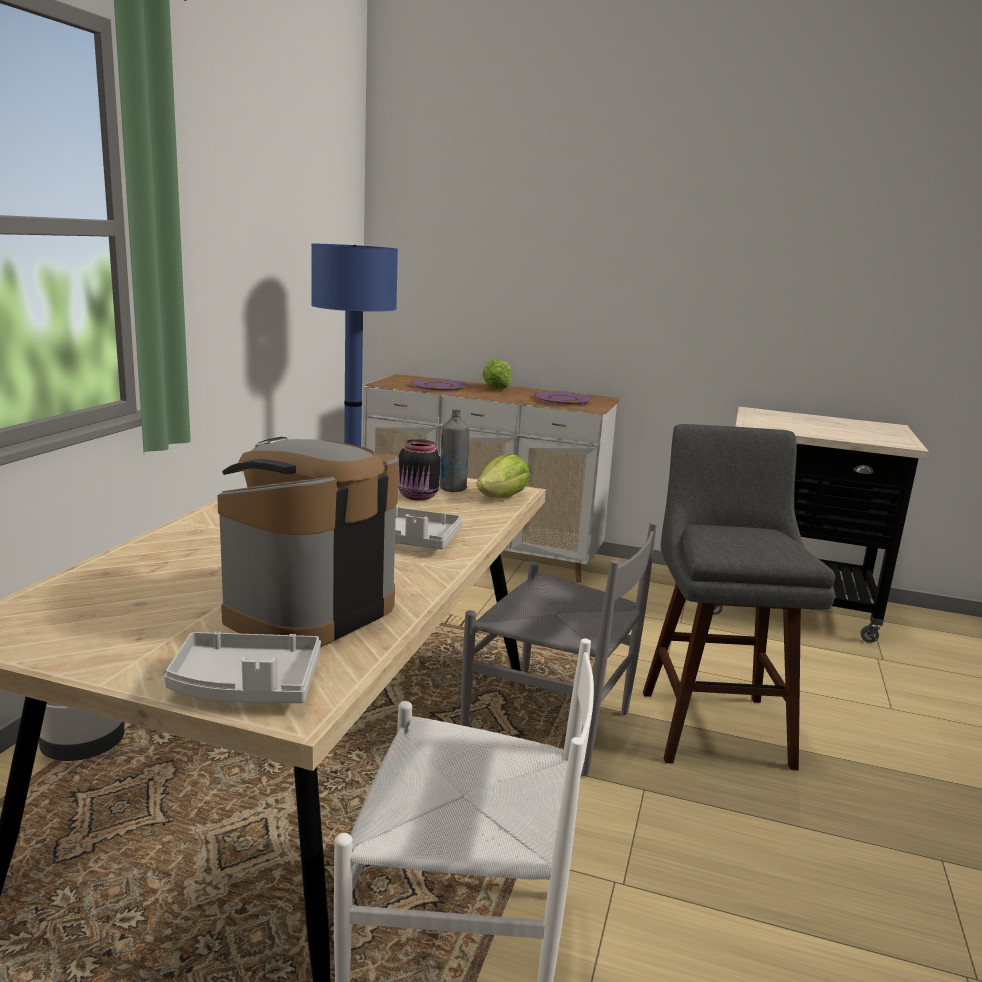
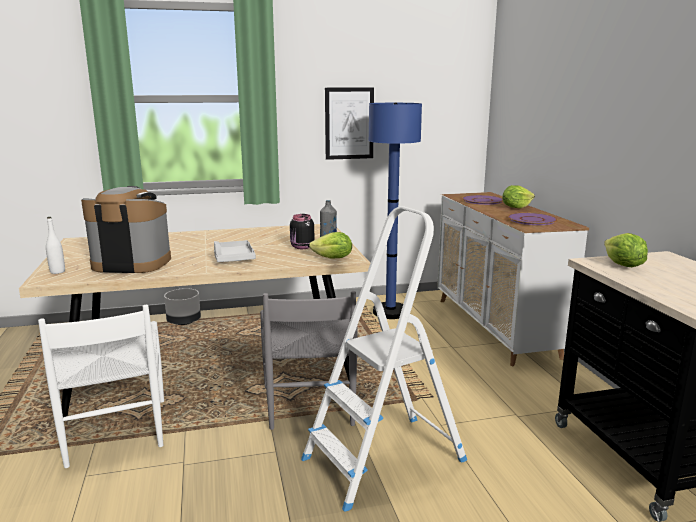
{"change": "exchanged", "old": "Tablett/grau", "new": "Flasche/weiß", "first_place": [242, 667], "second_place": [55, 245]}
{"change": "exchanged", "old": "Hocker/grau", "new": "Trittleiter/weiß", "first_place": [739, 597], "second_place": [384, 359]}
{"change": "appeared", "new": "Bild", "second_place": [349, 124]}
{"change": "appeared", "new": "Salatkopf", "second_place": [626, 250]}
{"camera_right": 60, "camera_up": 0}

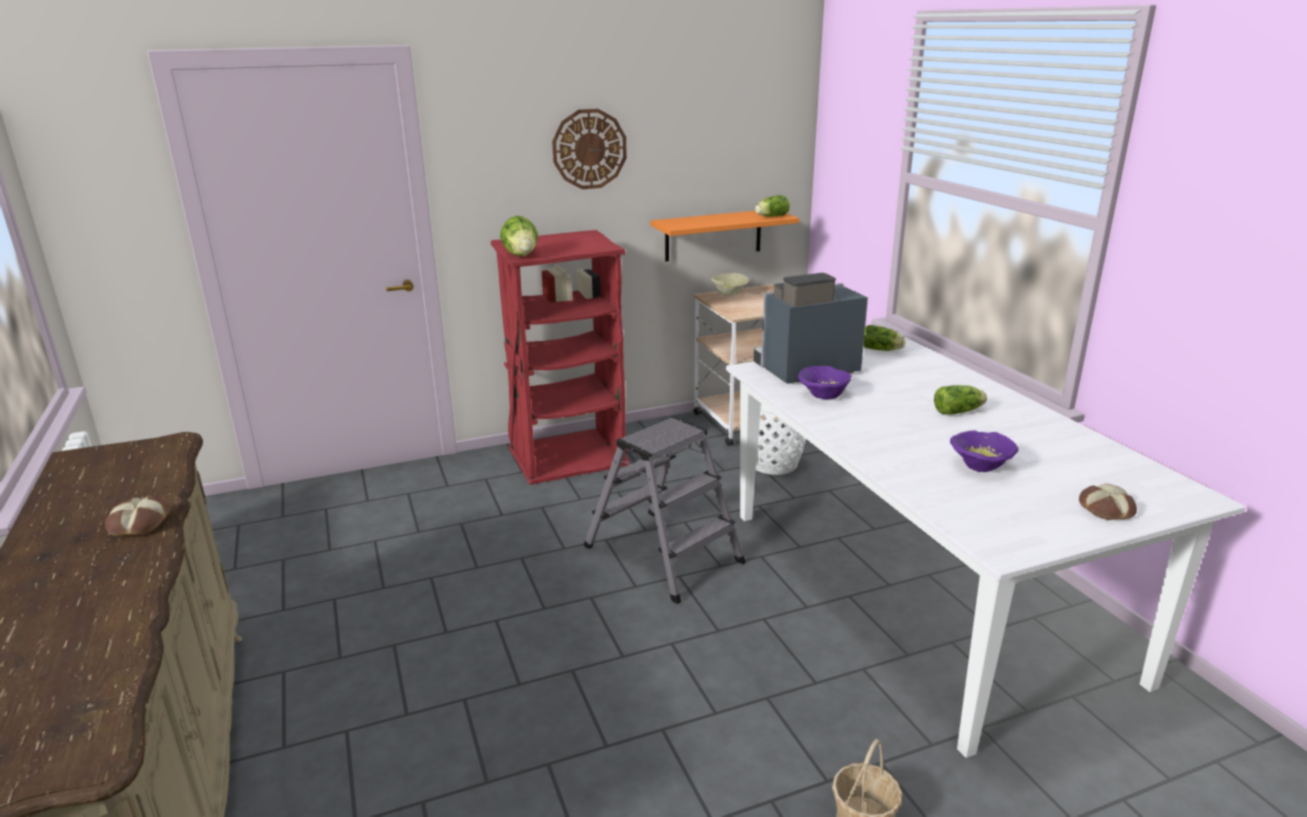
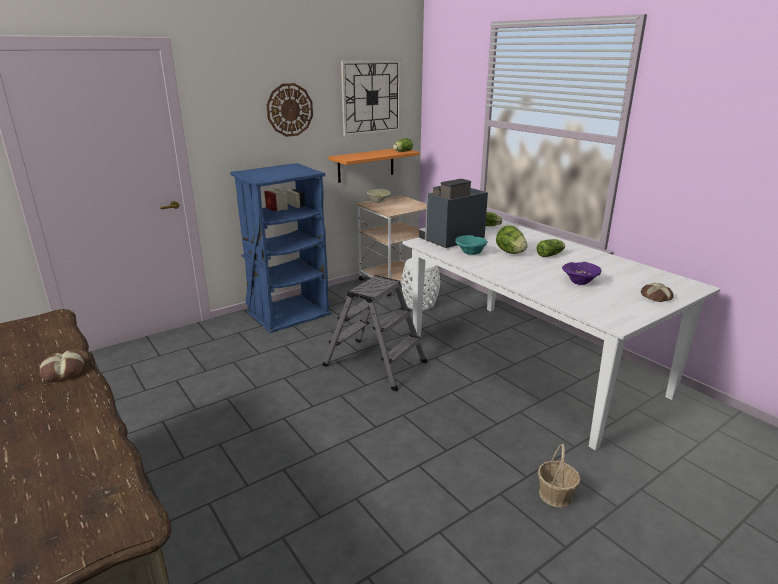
{"change": "colour", "old": "Bücherregal/rot", "new": "Bücherregal/blau", "first_place": [560, 357], "second_place": [281, 248]}
{"change": "relocated", "old": "Salatkopf", "first_place": [519, 236], "second_place": [512, 239]}
{"change": "colour", "old": "Schüssel/lila", "new": "Schüssel/türkis", "first_place": [825, 382], "second_place": [471, 245]}
{"change": "appeared", "new": "Wanduhr", "second_place": [371, 98]}
{"camera_right": -15, "camera_up": 0}

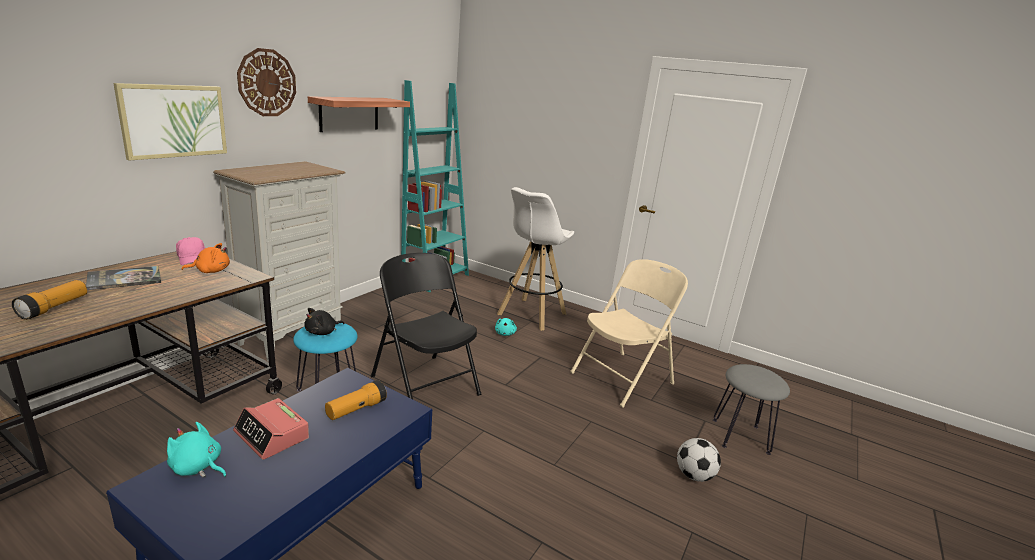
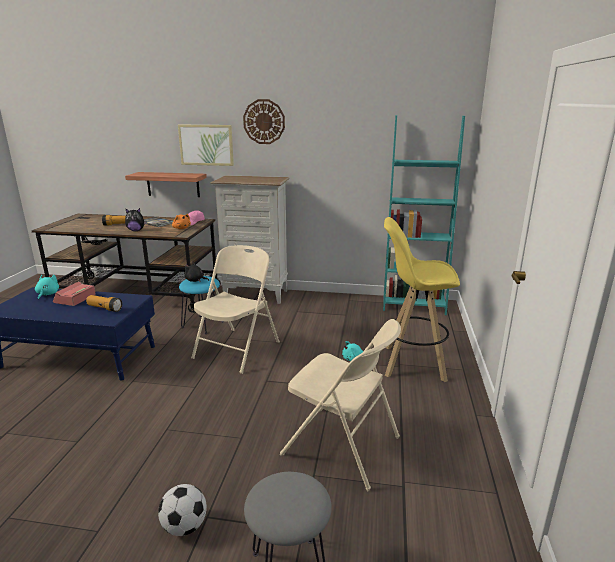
{"change": "relocated", "old": "Wandregal", "first_place": [359, 114], "second_place": [166, 184]}
{"change": "colour", "old": "Stuhl/schwarz", "new": "Stuhl/beige", "first_place": [426, 326], "second_place": [235, 309]}
{"change": "colour", "old": "Hocker/weiß", "new": "Hocker/gelb", "first_place": [535, 259], "second_place": [422, 299]}
{"change": "appeared", "new": "Plüschtier", "second_place": [136, 219]}
{"camera_right": 70, "camera_up": 0}

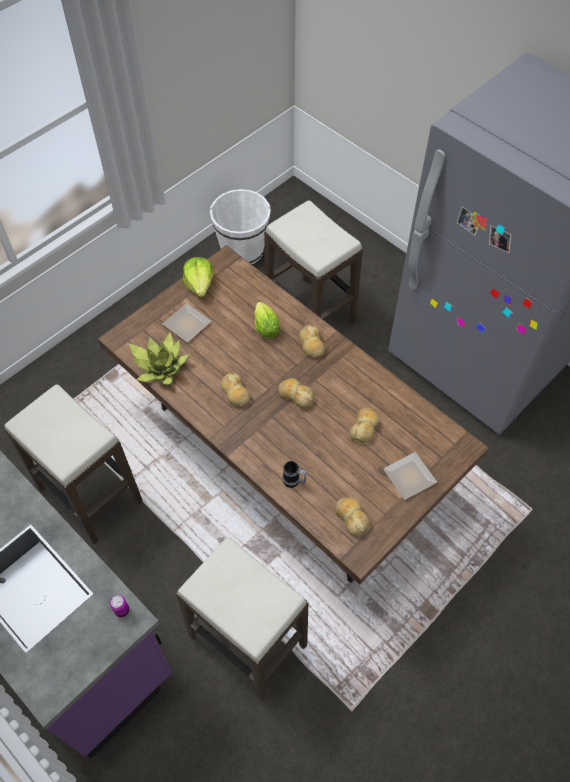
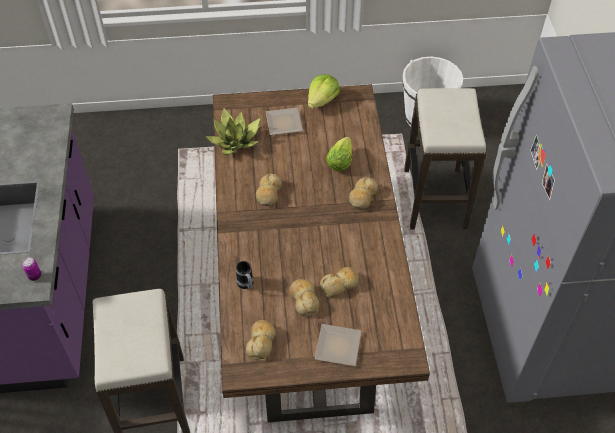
{"change": "missing", "old": "Hocker", "first_place": [74, 464]}
{"change": "relocated", "old": "Brot", "first_place": [297, 393], "second_place": [304, 298]}
{"camera_right": 40, "camera_up": -5}

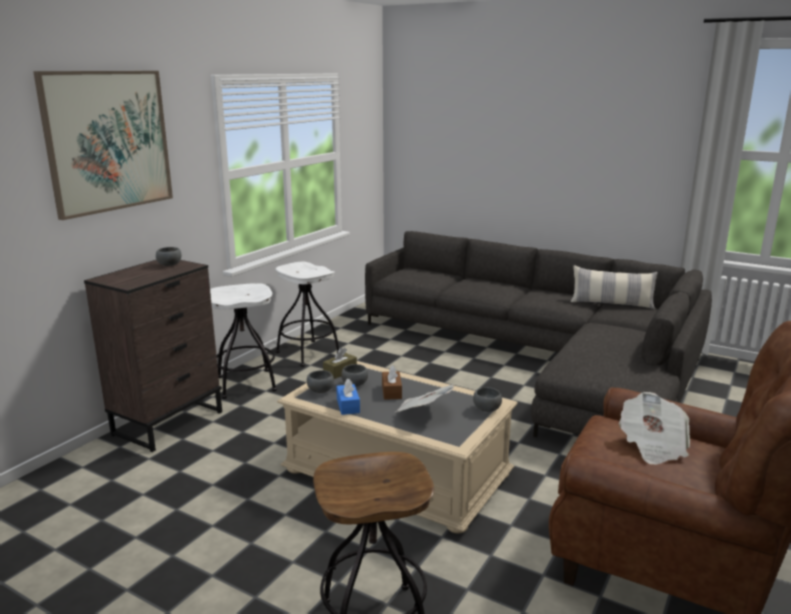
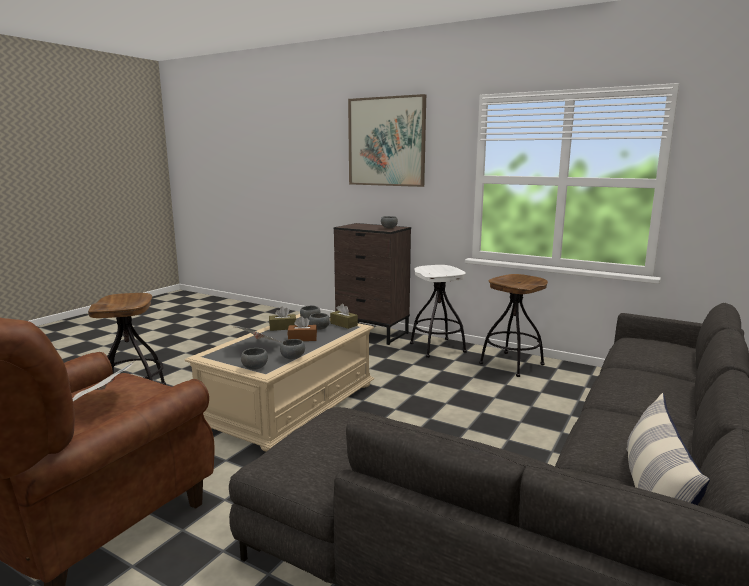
{"change": "colour", "old": "Hocker/weiß", "new": "Hocker/braun", "first_place": [307, 314], "second_place": [513, 325]}
{"change": "colour", "old": "Taschentuchbox/blau", "new": "Taschentuchbox/braun", "first_place": [348, 396], "second_place": [282, 319]}
{"change": "appeared", "new": "Schüssel/grau", "second_place": [292, 349]}
{"camera_right": 90, "camera_up": -5}

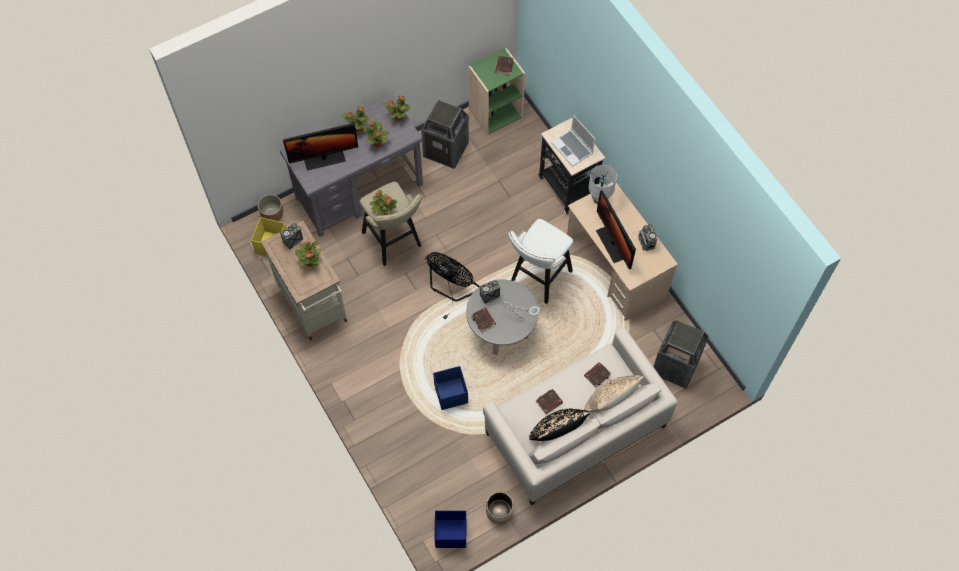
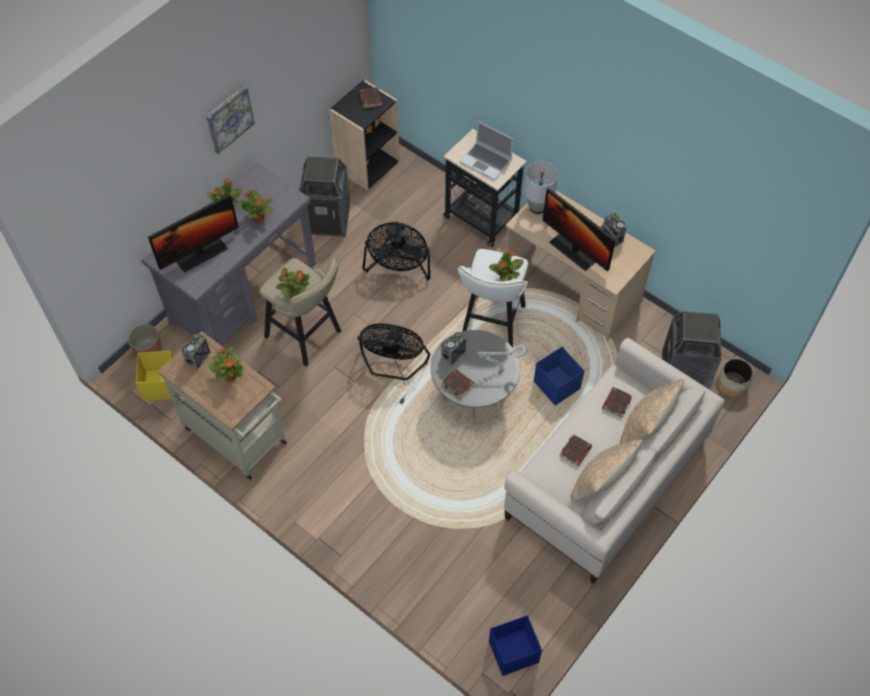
{"change": "relocated", "old": "Topfpflanze", "first_place": [397, 108], "second_place": [506, 265]}
{"change": "relocated", "old": "Aufbewahrungsbox/blau", "first_place": [450, 388], "second_place": [559, 376]}
{"change": "colour", "old": "Bücherregal/grün", "new": "Bücherregal/schwarz", "first_place": [496, 91], "second_place": [364, 135]}
{"change": "relocated", "old": "Pflanzkübel", "first_place": [499, 508], "second_place": [735, 377]}
{"change": "colour", "old": "Kissen/schwarz", "new": "Kissen/beige", "first_place": [560, 425], "second_place": [607, 470]}
{"change": "appeared", "new": "Bild", "second_place": [230, 119]}
{"change": "appeared", "new": "Ventilator/schwarz", "second_place": [396, 251]}
{"camera_right": -20, "camera_up": -5}

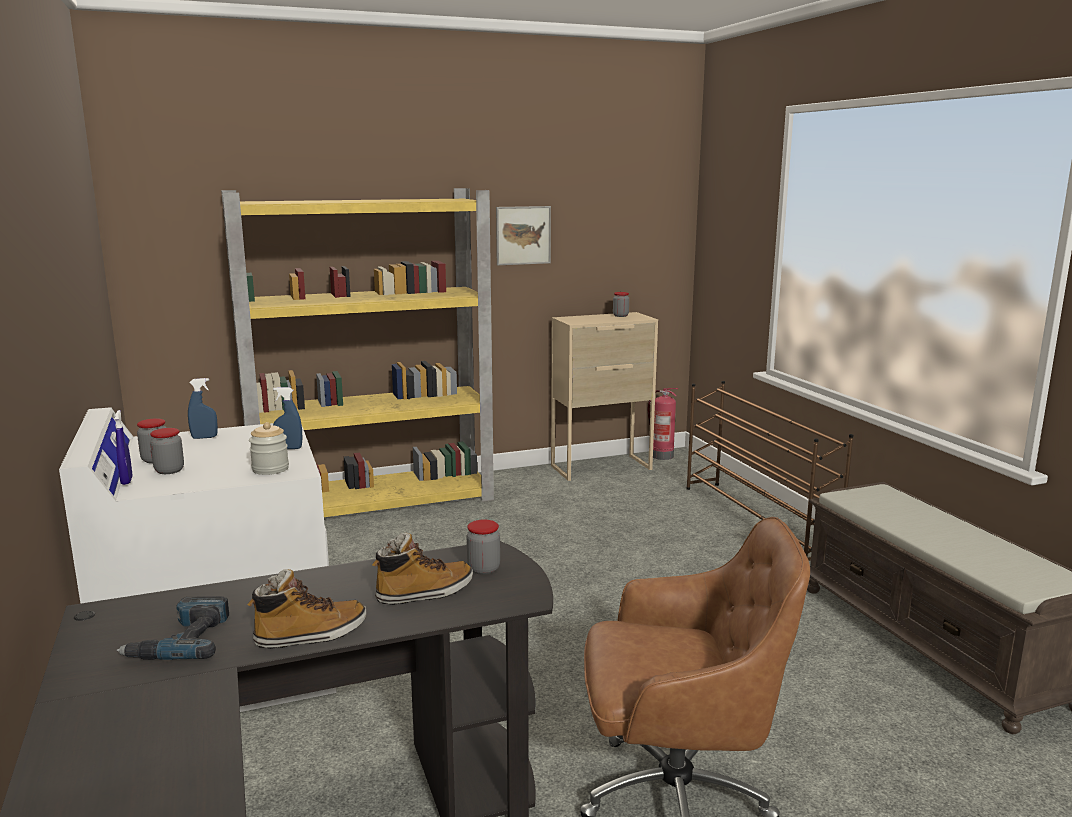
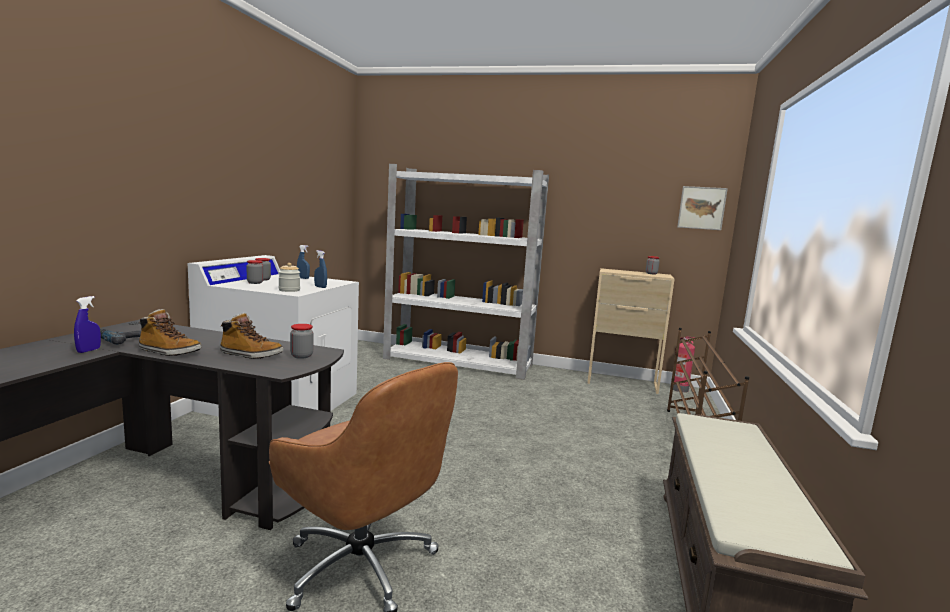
{"change": "relocated", "old": "Sprühflasche/blau", "first_place": [123, 447], "second_place": [87, 324]}
{"change": "colour", "old": "Bücherregal/gelb", "new": "Bücherregal/weiß", "first_place": [357, 352], "second_place": [466, 272]}
{"change": "relocated", "old": "Bild", "first_place": [523, 235], "second_place": [702, 208]}
{"camera_right": 35, "camera_up": -5}

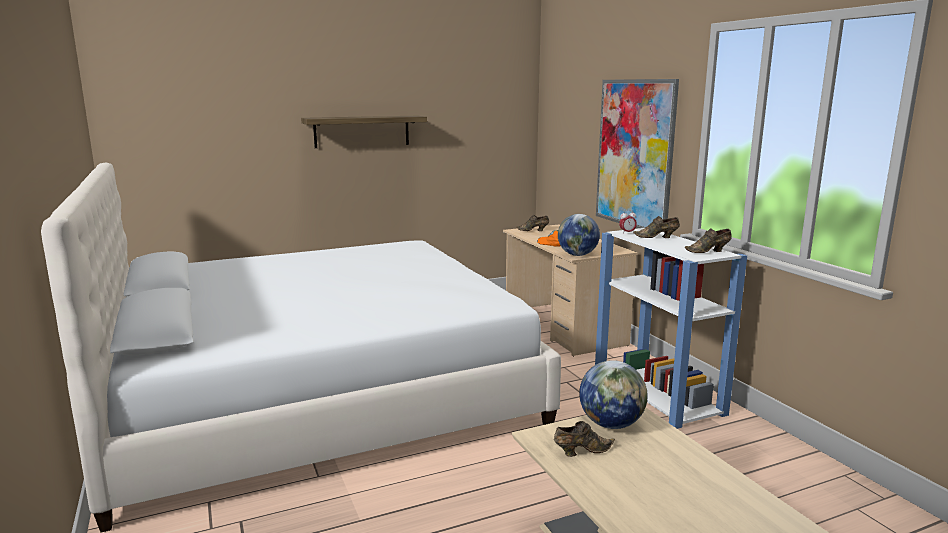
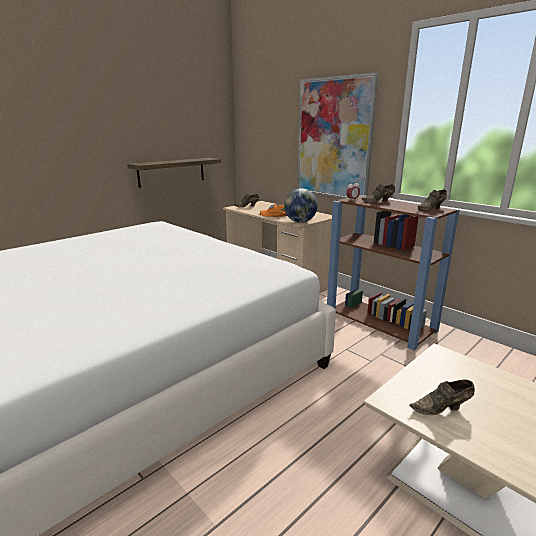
{"change": "relocated", "old": "Wandregal", "first_place": [364, 132], "second_place": [174, 173]}
{"change": "spun", "old": "Schuh/braun", "first_place": [584, 439], "second_place": [442, 397], "degrees": -150}
{"change": "missing", "old": "Globus", "first_place": [613, 394]}
{"change": "colour", "old": "Bücherregal/weiß", "new": "Bücherregal/braun", "first_place": [671, 328], "second_place": [393, 272]}
{"camera_right": -20, "camera_up": 5}

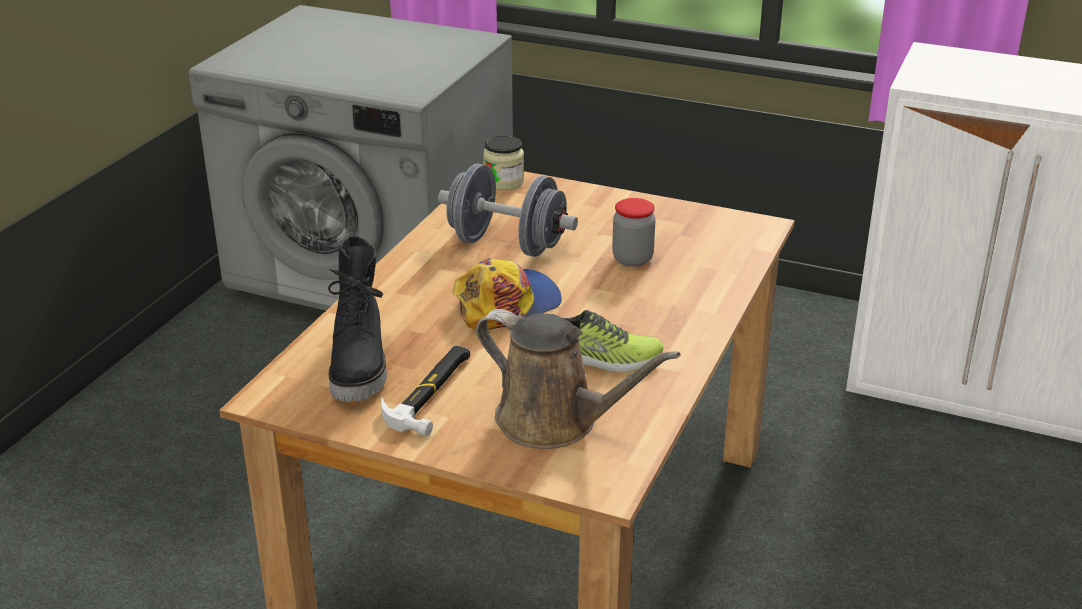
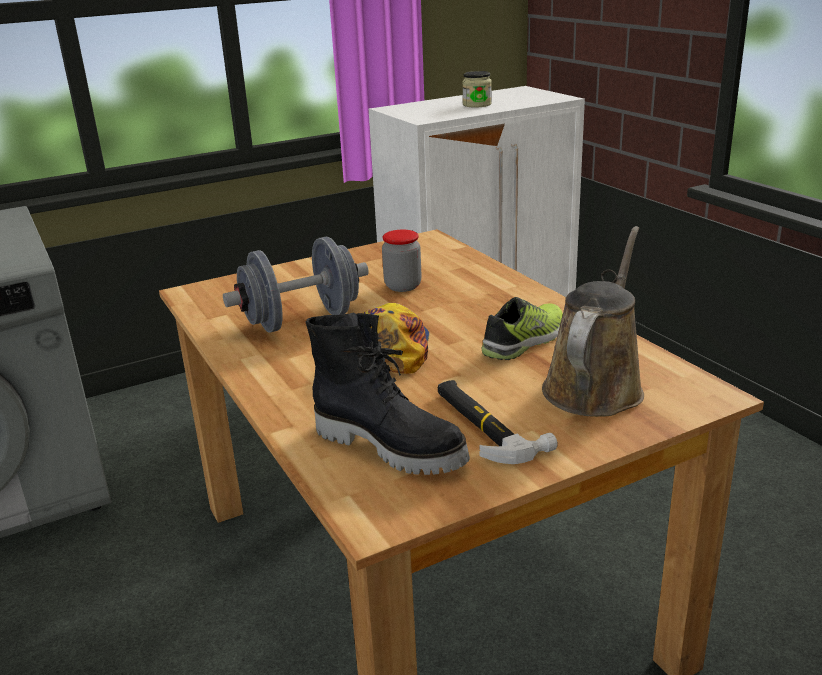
{"change": "spun", "old": "Gießkanne/braun", "first_place": [578, 379], "second_place": [593, 321], "degrees": -45}
{"change": "relocated", "old": "Vorratsglas", "first_place": [503, 163], "second_place": [477, 89]}
{"camera_right": -50, "camera_up": -5}

